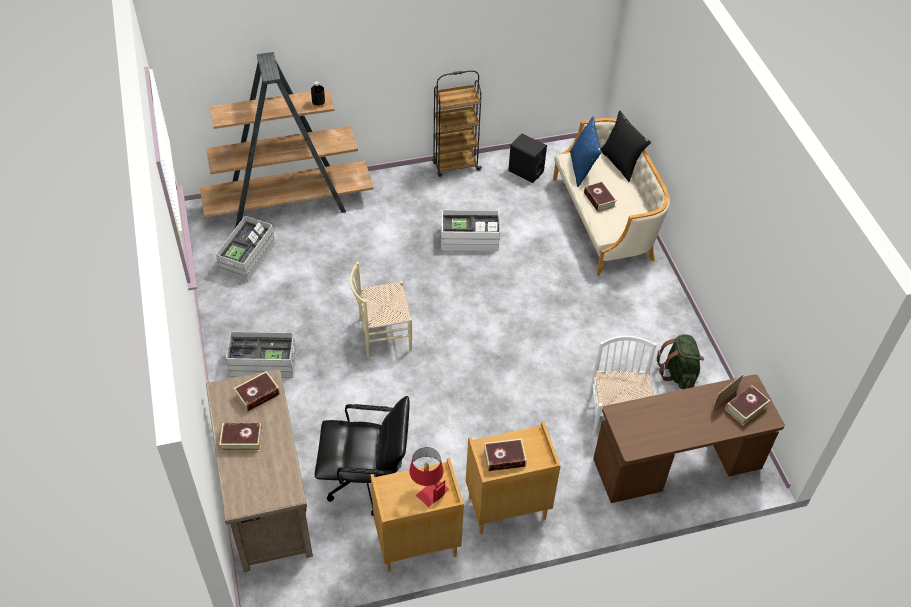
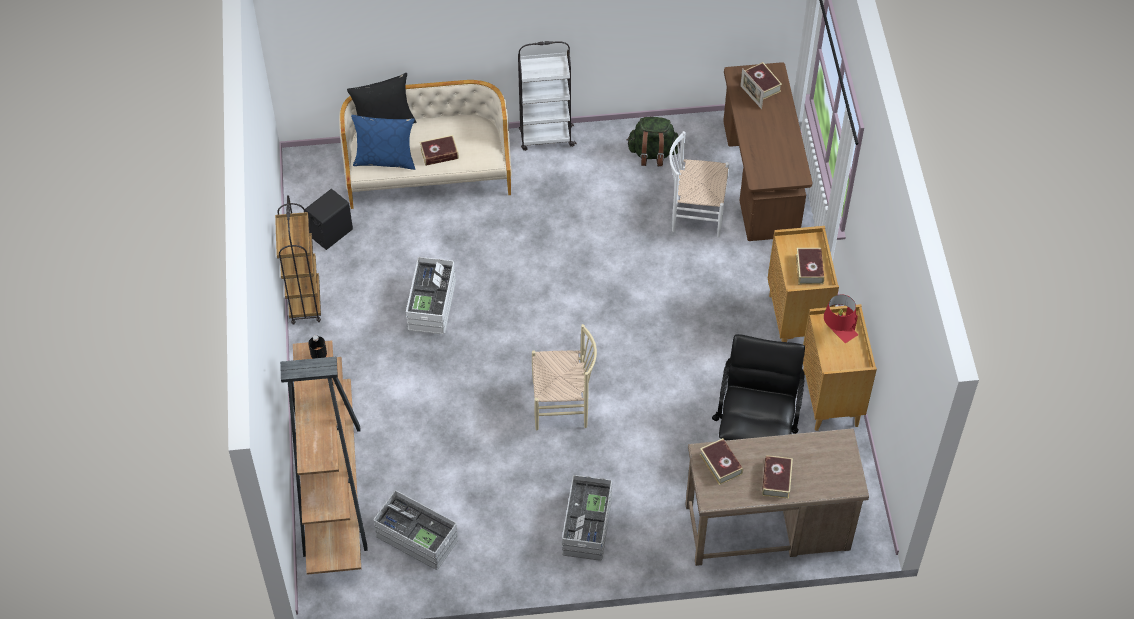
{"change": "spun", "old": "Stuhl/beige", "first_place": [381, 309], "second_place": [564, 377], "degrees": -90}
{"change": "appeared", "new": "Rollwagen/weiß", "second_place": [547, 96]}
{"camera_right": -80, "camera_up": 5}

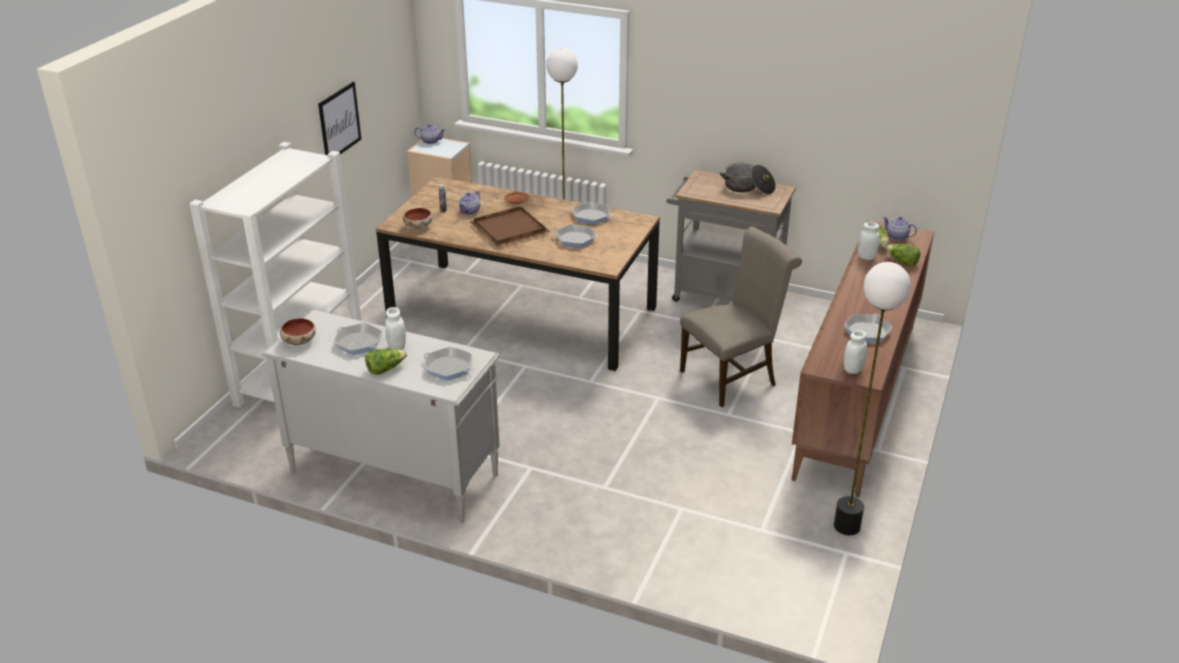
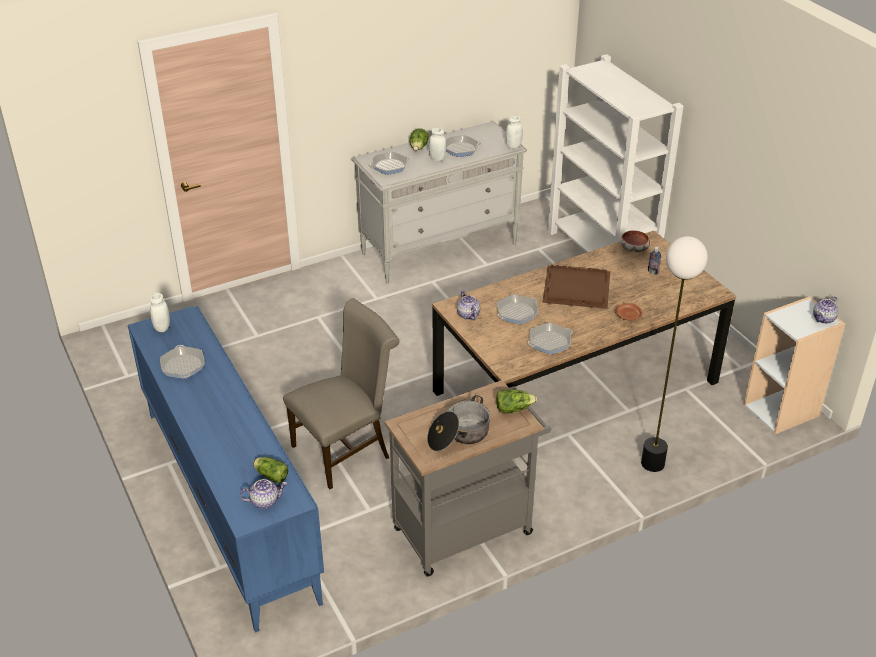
{"change": "missing", "old": "Schüssel", "first_place": [298, 331]}
{"change": "missing", "old": "Bild", "first_place": [339, 118]}
{"change": "relocated", "old": "Teekanne", "first_place": [469, 203], "second_place": [468, 305]}
{"change": "spun", "old": "Stuhl/beige", "first_place": [741, 316], "second_place": [341, 393], "degrees": -135}
{"change": "colour", "old": "Schrank/braun", "new": "Schrank/blau", "first_place": [863, 359], "second_place": [226, 469]}
{"change": "missing", "old": "Stehlampe", "first_place": [872, 398]}
{"change": "relocated", "old": "Vorratsglas/weiß", "first_place": [869, 241], "second_place": [514, 132]}
{"change": "relocated", "old": "Salatkopf", "first_place": [903, 255], "second_place": [516, 401]}
{"camera_right": 130, "camera_up": 5}

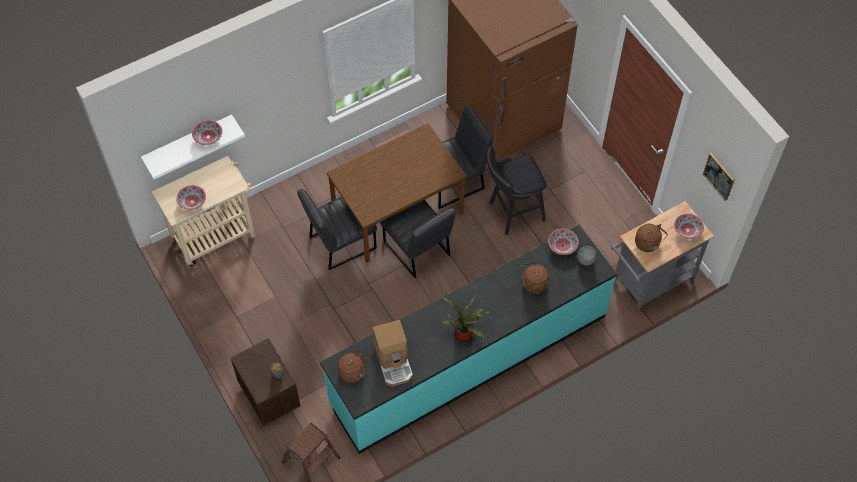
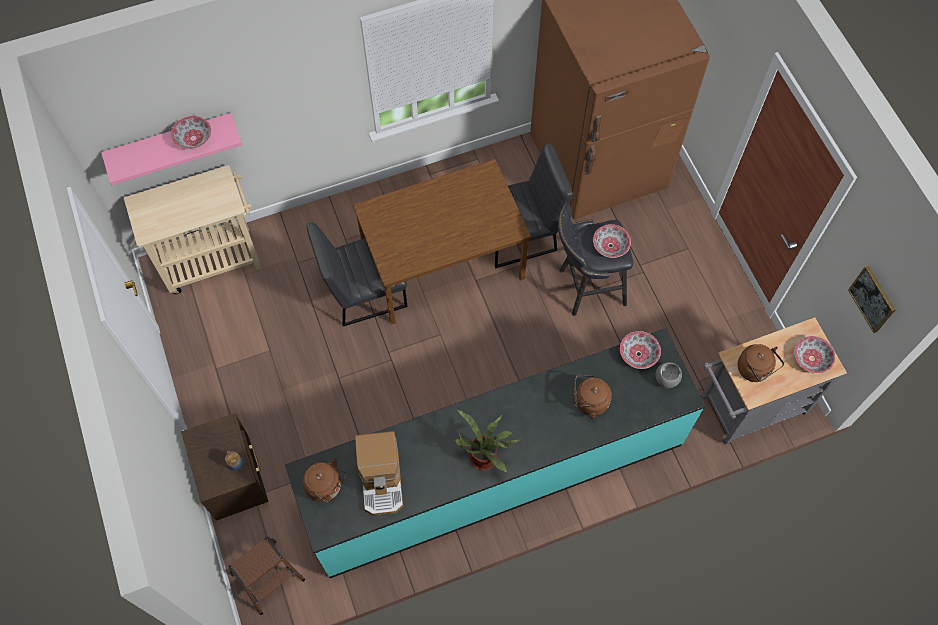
{"change": "colour", "old": "Wandregal/weiß", "new": "Wandregal/rosa", "first_place": [193, 147], "second_place": [171, 149]}
{"change": "relocated", "old": "Schüssel", "first_place": [191, 197], "second_place": [612, 241]}
{"change": "missing", "old": "Stuhl/grau", "first_place": [418, 239]}
{"camera_right": 10, "camera_up": 5}

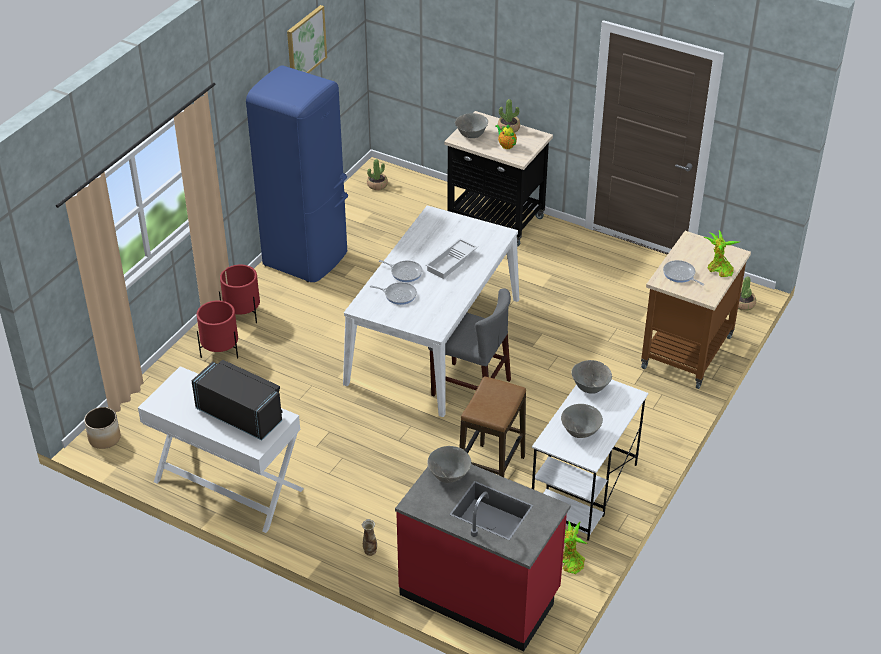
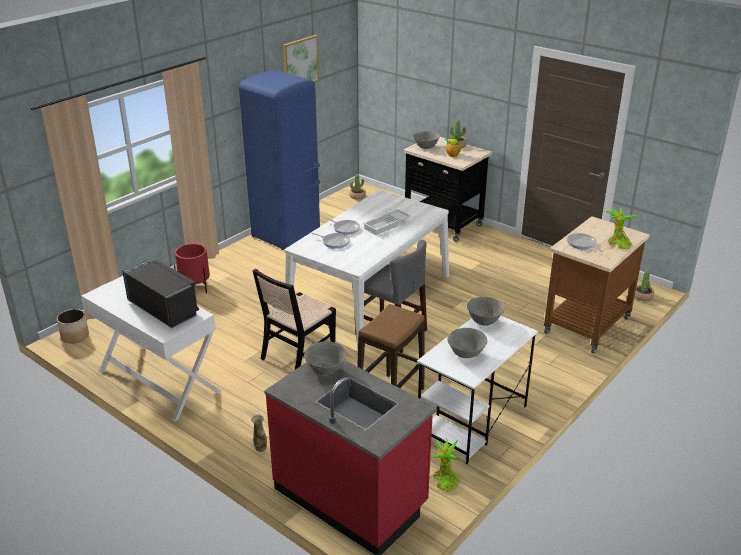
{"change": "missing", "old": "Pflanzkübel/rot", "first_place": [239, 294]}
{"change": "appeared", "new": "Stuhl", "second_place": [294, 319]}
{"camera_right": 10, "camera_up": -10}

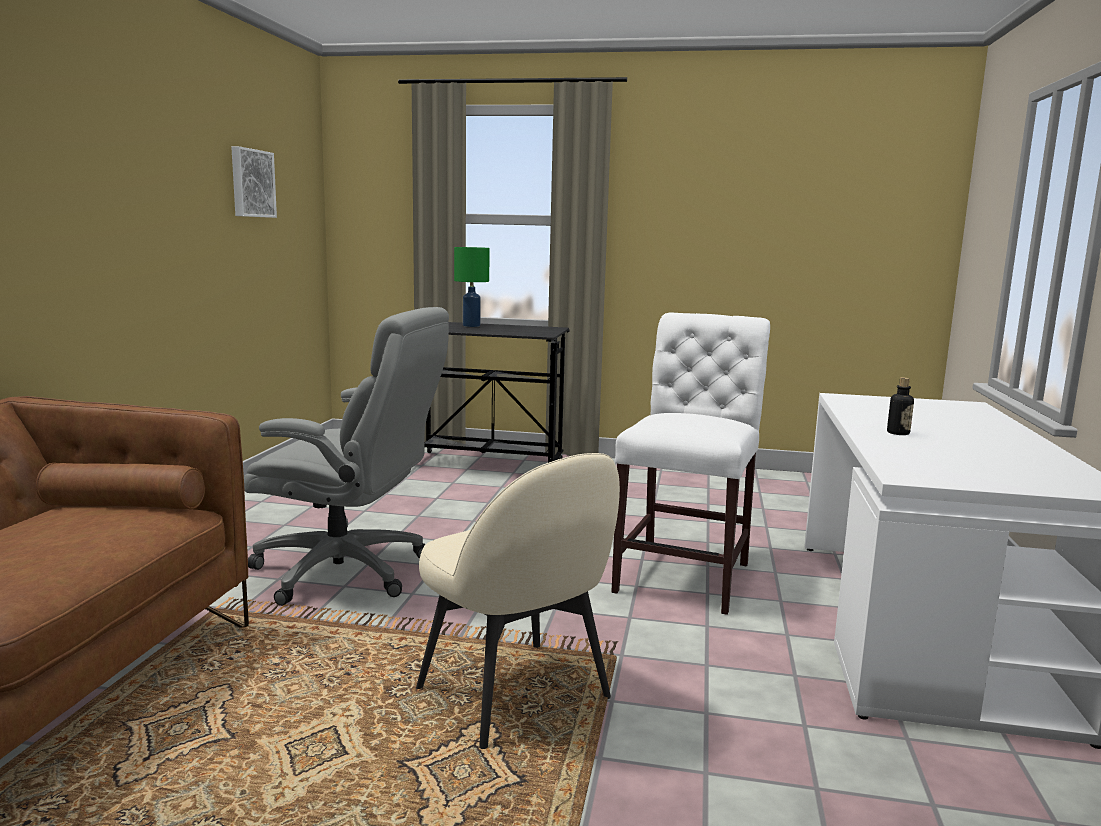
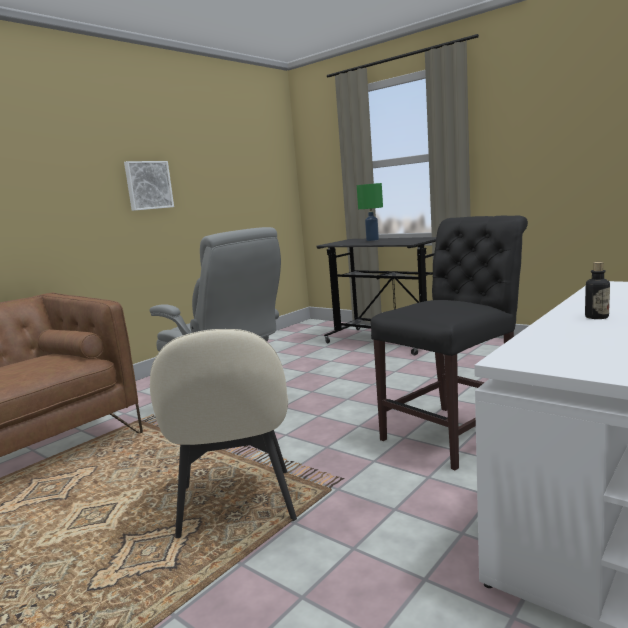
{"change": "relocated", "old": "Bild", "first_place": [254, 182], "second_place": [149, 186]}
{"change": "colour", "old": "Stuhl/weiß", "new": "Stuhl/schwarz", "first_place": [690, 464], "second_place": [449, 343]}
{"camera_right": 30, "camera_up": 0}

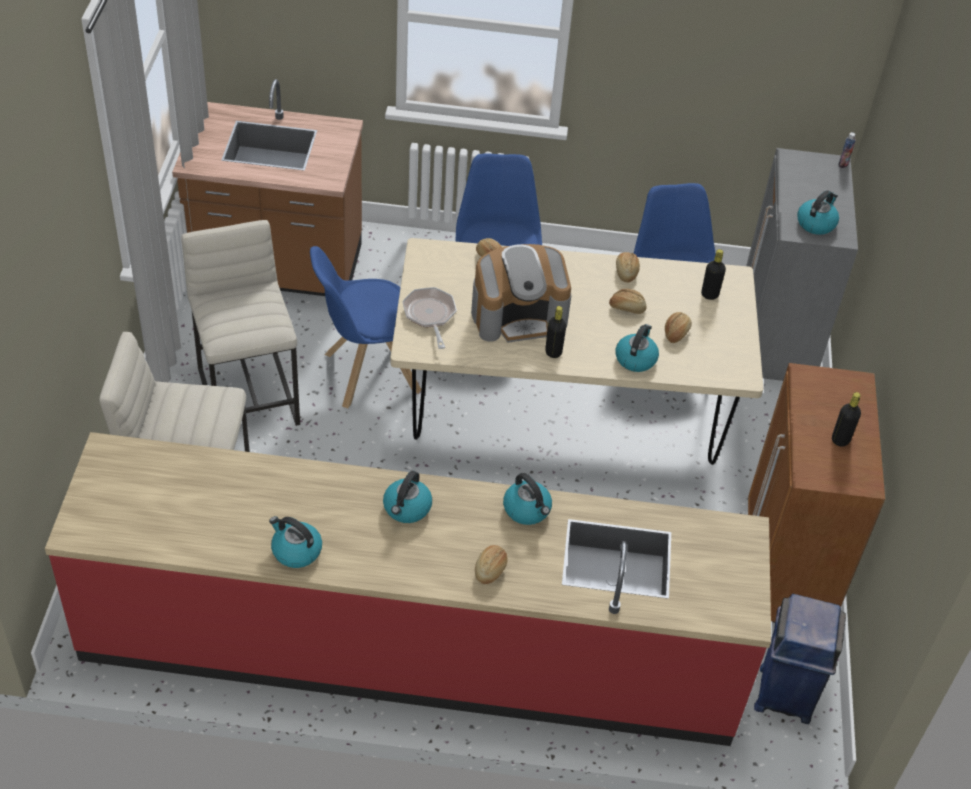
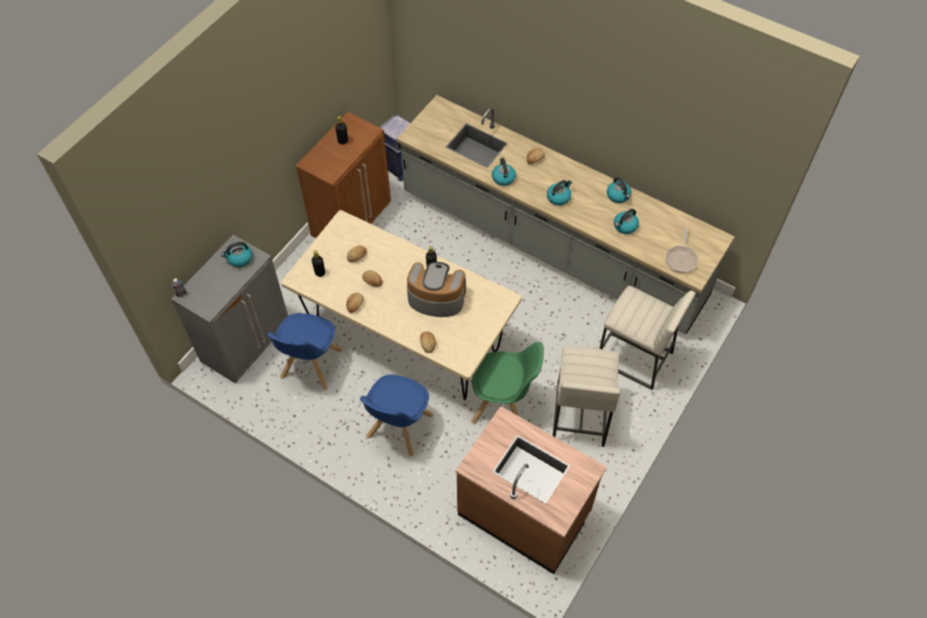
{"change": "colour", "old": "Küchenzeile/rot", "new": "Küchenzeile/grau", "first_place": [408, 589], "second_place": [566, 214]}
{"change": "colour", "old": "Stuhl/blau", "new": "Stuhl/grün", "first_place": [366, 327], "second_place": [507, 383]}
{"change": "relocated", "old": "Pfanne", "first_place": [429, 318], "second_place": [682, 250]}
{"change": "relocated", "old": "Wasserkessel", "first_place": [637, 348], "second_place": [626, 221]}
{"camera_right": -150, "camera_up": 10}

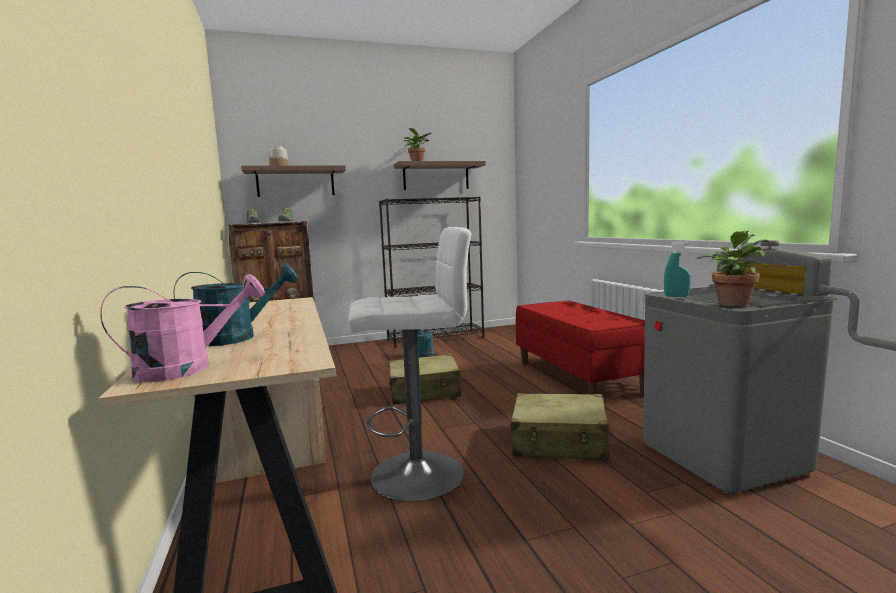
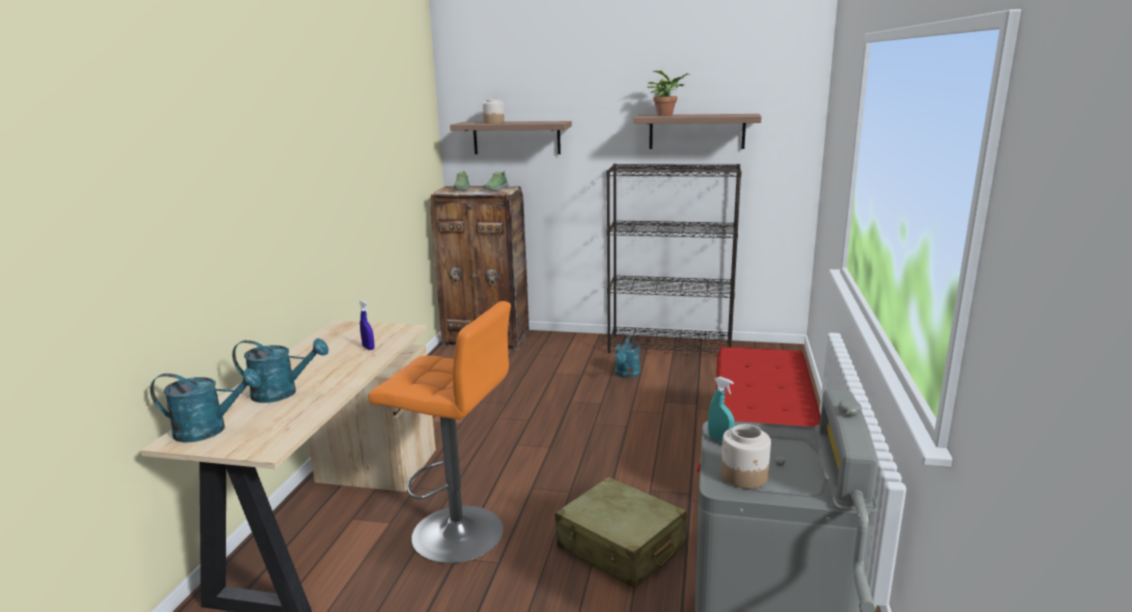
{"change": "colour", "old": "Gießkanne/rosa", "new": "Gießkanne/türkis", "first_place": [182, 328], "second_place": [205, 405]}
{"change": "colour", "old": "Hocker/weiß", "new": "Hocker/orange", "first_place": [409, 364], "second_place": [439, 432]}
{"change": "missing", "old": "Koffer/beige", "first_place": [426, 379]}
{"change": "exchanged", "old": "Topfpflanze", "new": "Vorratsglas", "first_place": [733, 269], "second_place": [746, 456]}
{"change": "appeared", "new": "Sprühflasche/blau", "second_place": [367, 325]}
{"camera_right": 30, "camera_up": 10}

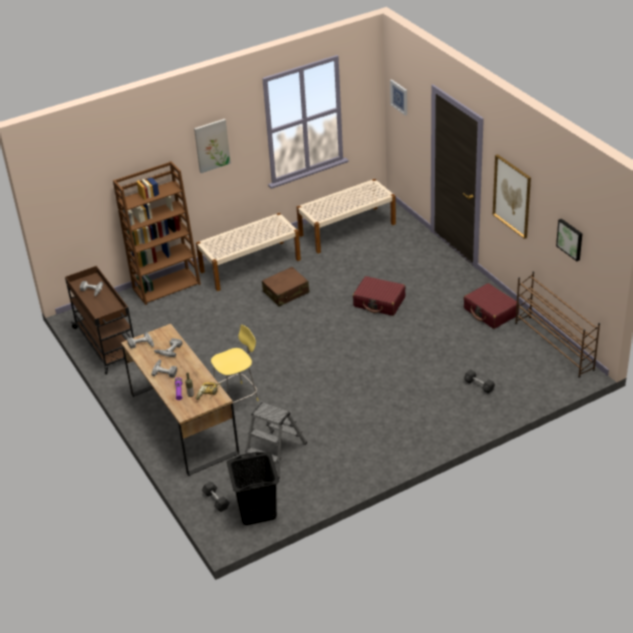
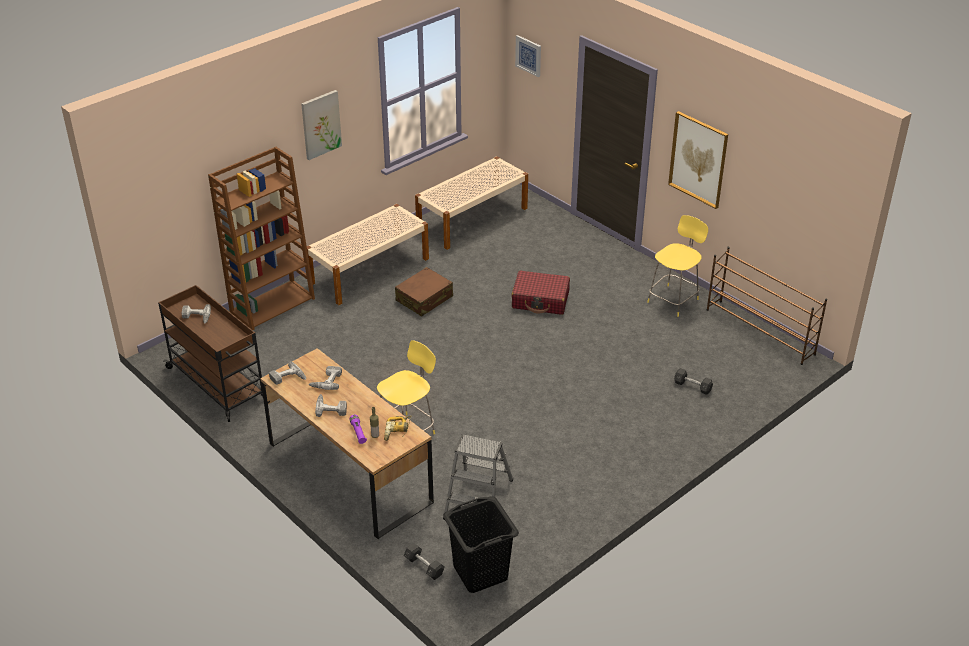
{"change": "exchanged", "old": "Koffer/rot", "new": "Hocker/gelb", "first_place": [491, 306], "second_place": [677, 266]}
{"change": "missing", "old": "Bild", "first_place": [569, 240]}
{"camera_right": -15, "camera_up": 0}

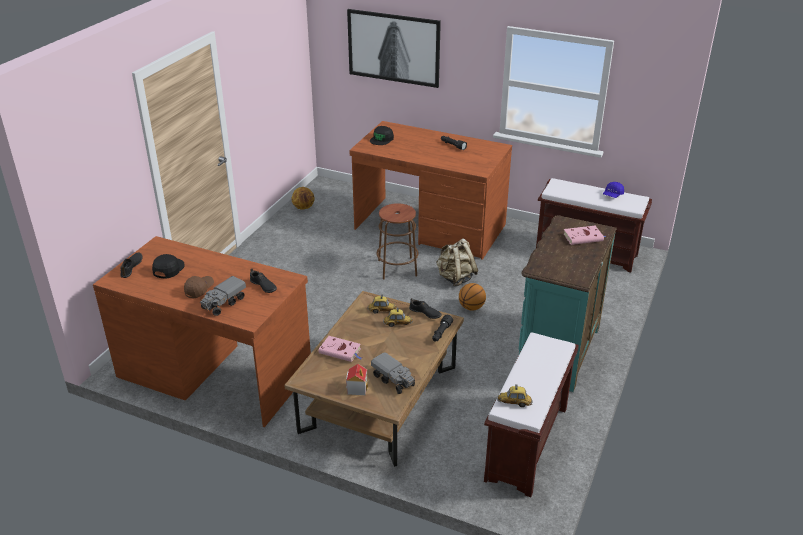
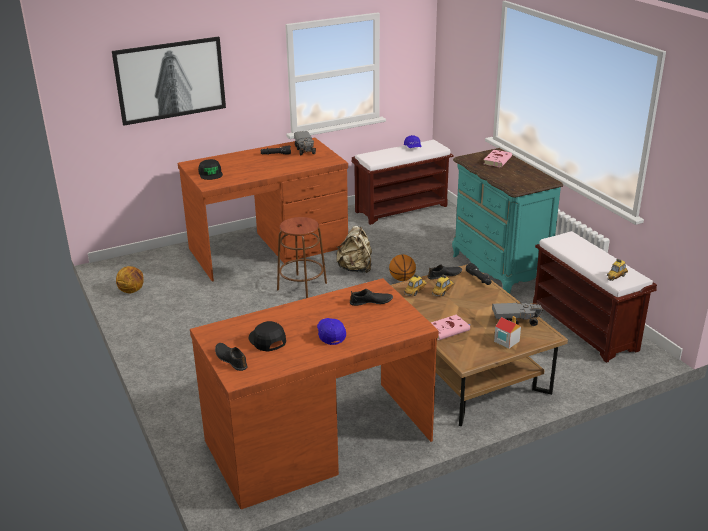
{"change": "colour", "old": "Kappe/braun", "new": "Kappe/blau", "first_place": [199, 287], "second_place": [331, 331]}
{"change": "relocated", "old": "Spielzeuglaster", "first_place": [223, 296], "second_place": [305, 143]}
{"camera_right": -50, "camera_up": -5}

